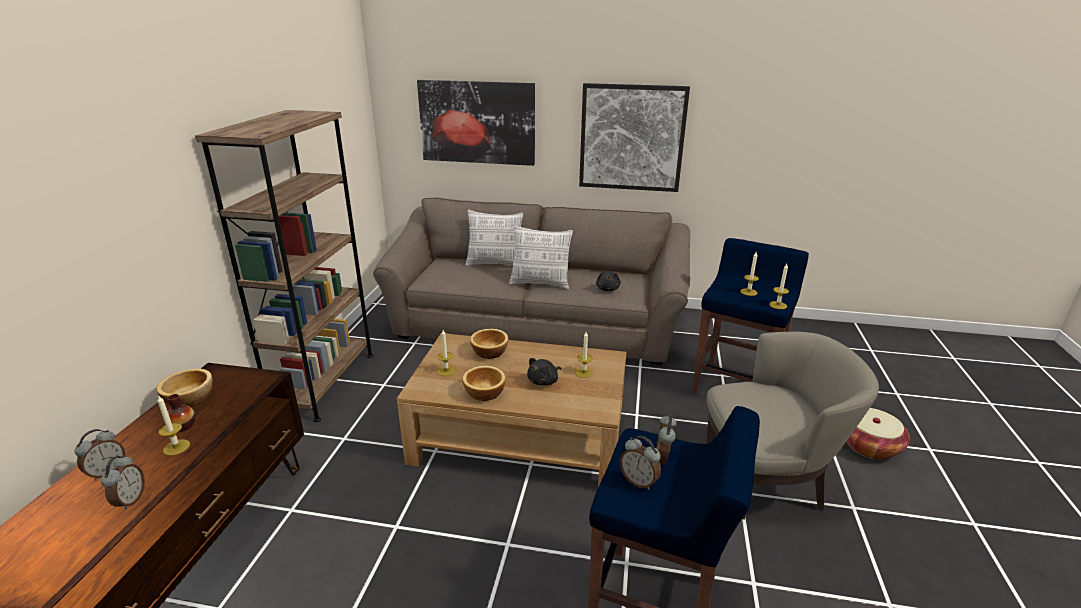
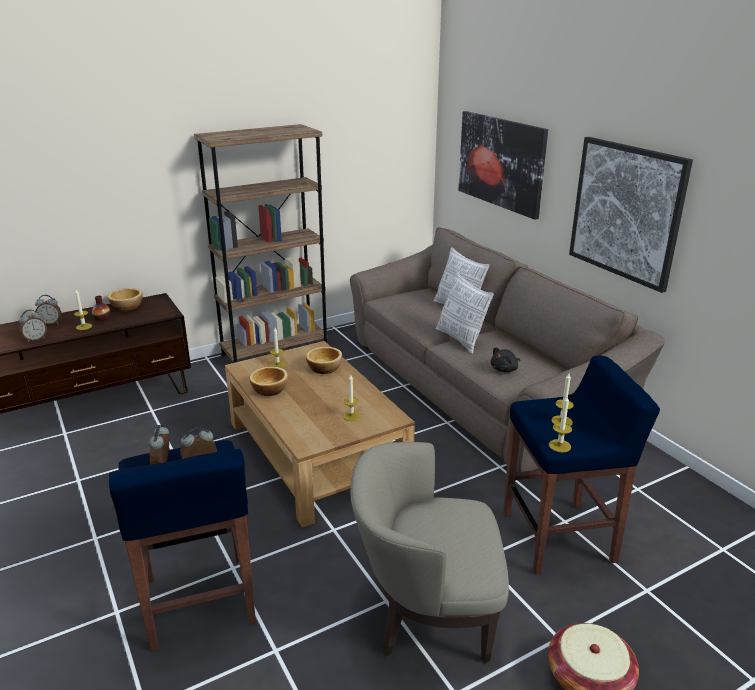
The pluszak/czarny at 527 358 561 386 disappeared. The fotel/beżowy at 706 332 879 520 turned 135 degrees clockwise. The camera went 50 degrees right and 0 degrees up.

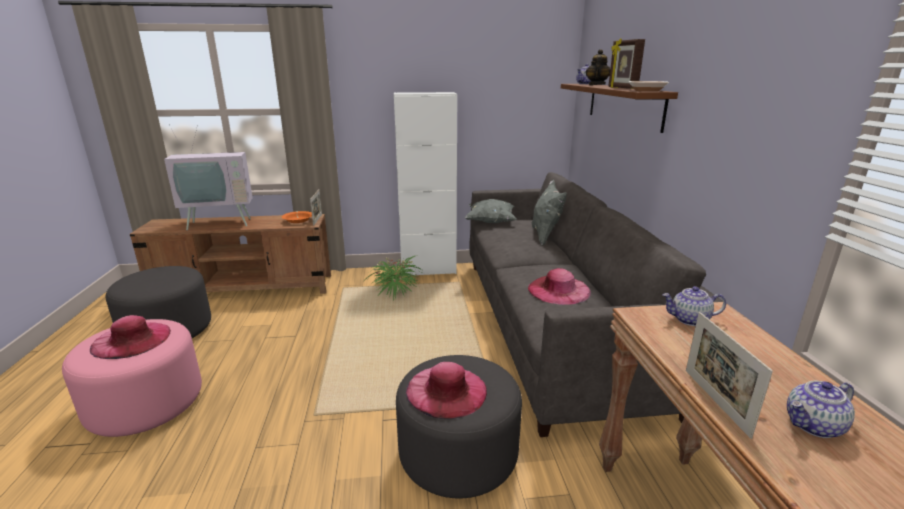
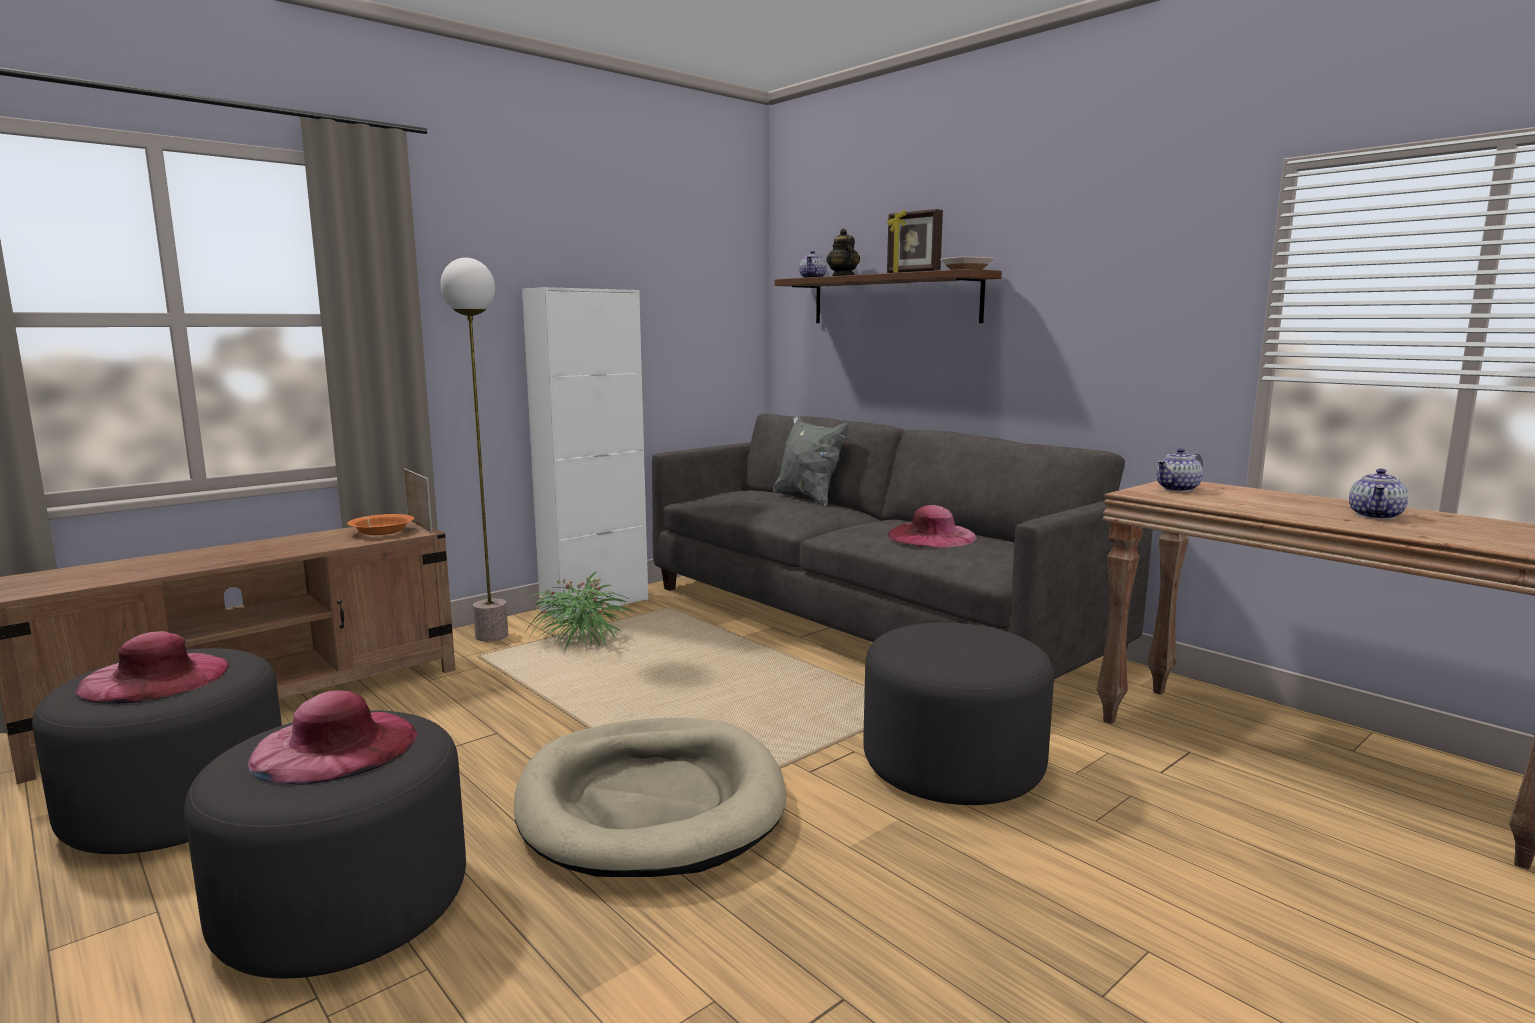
The pufa/różowy at 62 319 202 437 became the pufa/szary at 184 710 466 978. The telewizor at 164 124 253 230 disappeared. The kapelusz/różowy moved from 406 362 487 419 to 75 631 229 704. The poduszka/szary at 464 199 517 223 disappeared. The ramka na zdjęcie at 686 312 773 439 disappeared. The lampa stojąca at 441 258 508 642 appeared. The legowisko/beżowy at 514 718 786 877 appeared. The camera went 35 degrees left and 10 degrees down.

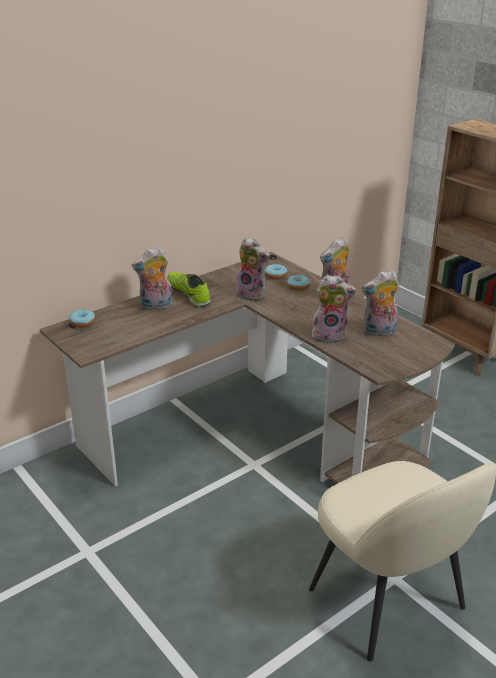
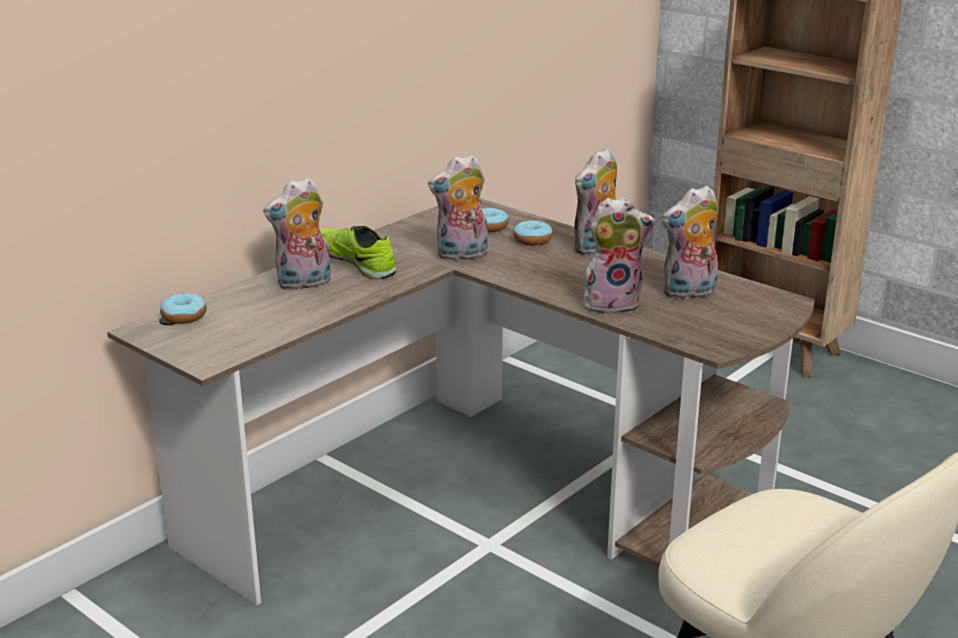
The pluszak at 236 237 270 301 turned 135 degrees clockwise. The camera went 10 degrees left and 5 degrees down.

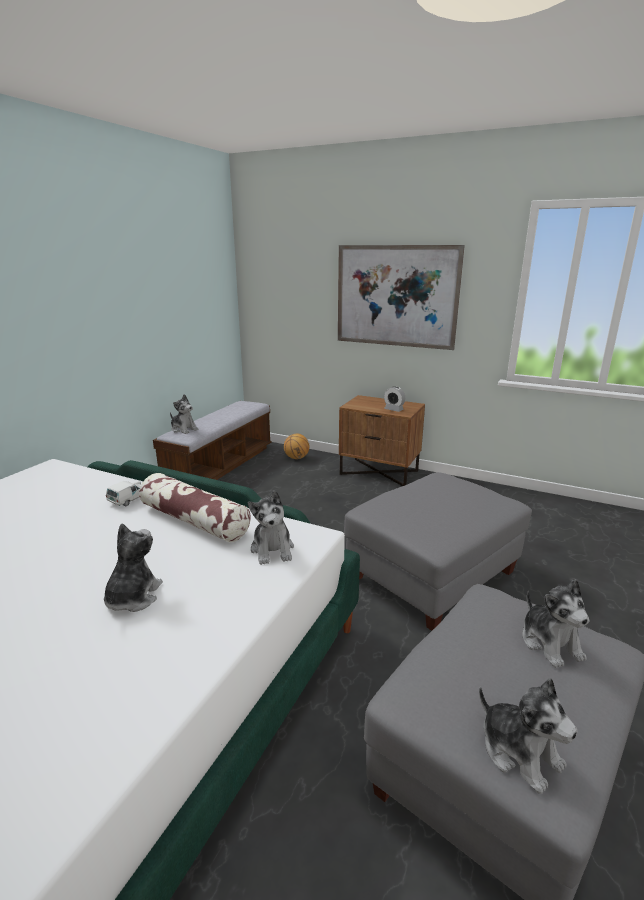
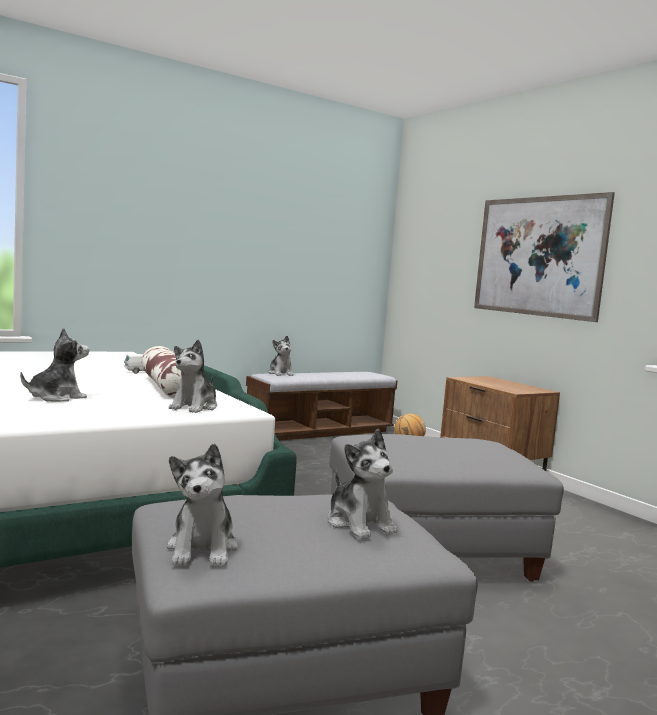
The budzik at 384 386 405 412 disappeared. The pluszak at 522 579 589 668 turned 45 degrees counterclockwise. The camera went 30 degrees right and 15 degrees down.

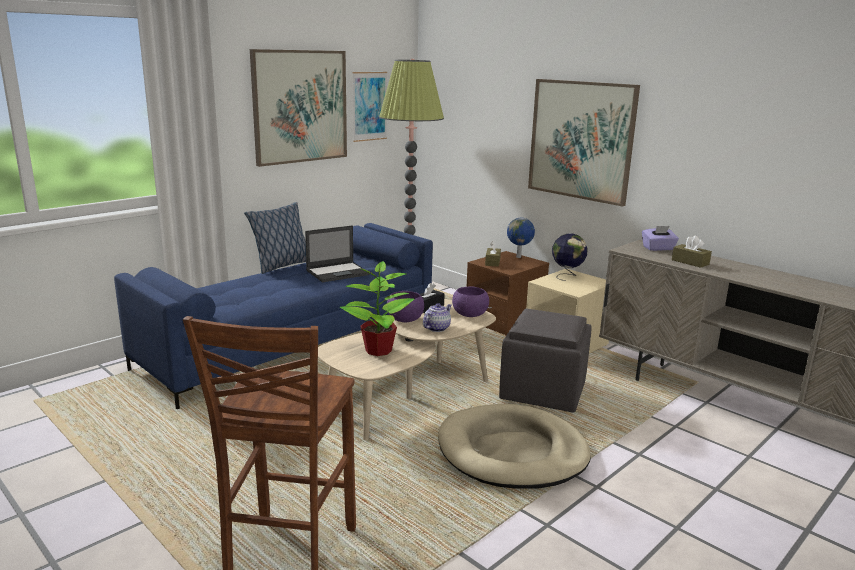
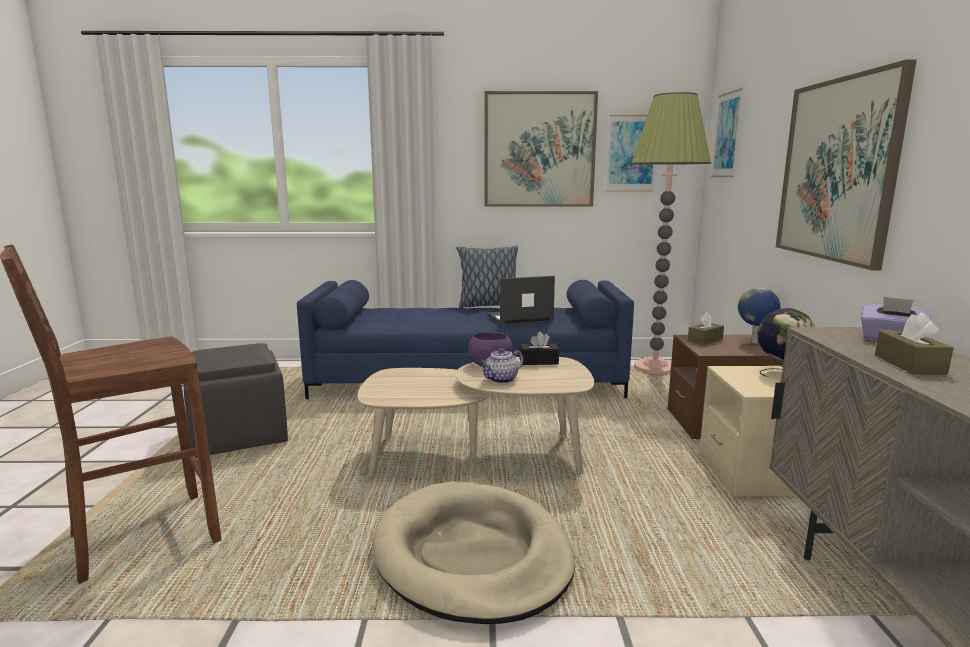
The laptop at 305 225 370 282 turned 150 degrees clockwise. The roślina doniczkowa at 340 261 414 356 disappeared. The imbryk at 423 303 452 332 turned 150 degrees clockwise. The miska/fioletowy at 452 286 489 317 disappeared. The pufa/szary moved from 499 309 592 413 to 184 343 288 458. The obraz at 711 88 743 177 appeared. The camera went 45 degrees right and 5 degrees down.

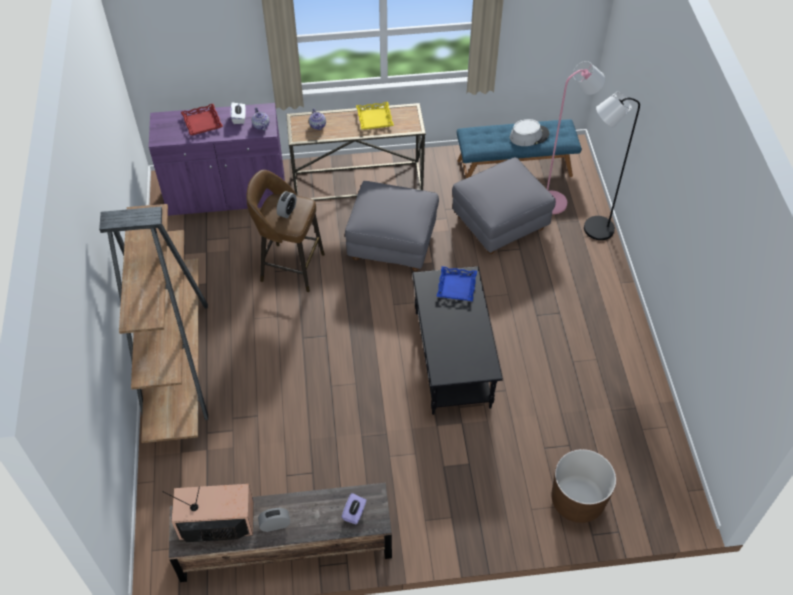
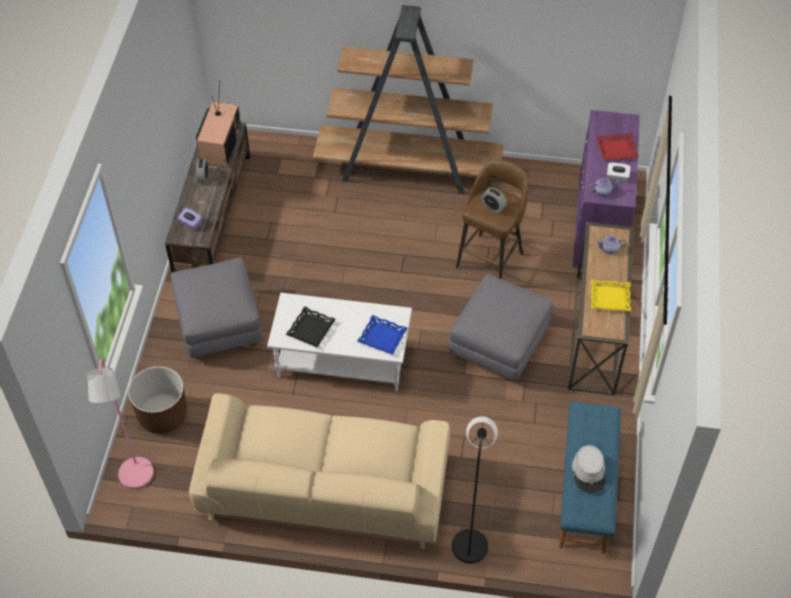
The ława/czarny at 412 266 503 415 became the ława/biały at 267 293 412 392. The pufa/szary moved from 452 157 556 254 to 171 258 262 359. The lampa stojąca/różowy moved from 547 61 605 214 to 87 358 154 489. The kanapa/beżowy at 189 393 450 548 appeared. The taca/czarny at 286 306 336 348 appeared. The camera went 105 degrees right and 0 degrees up.

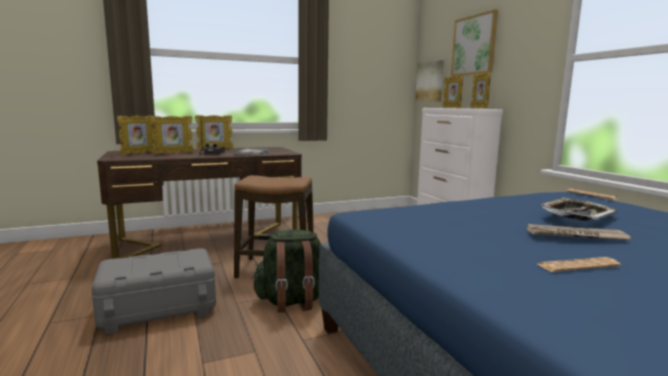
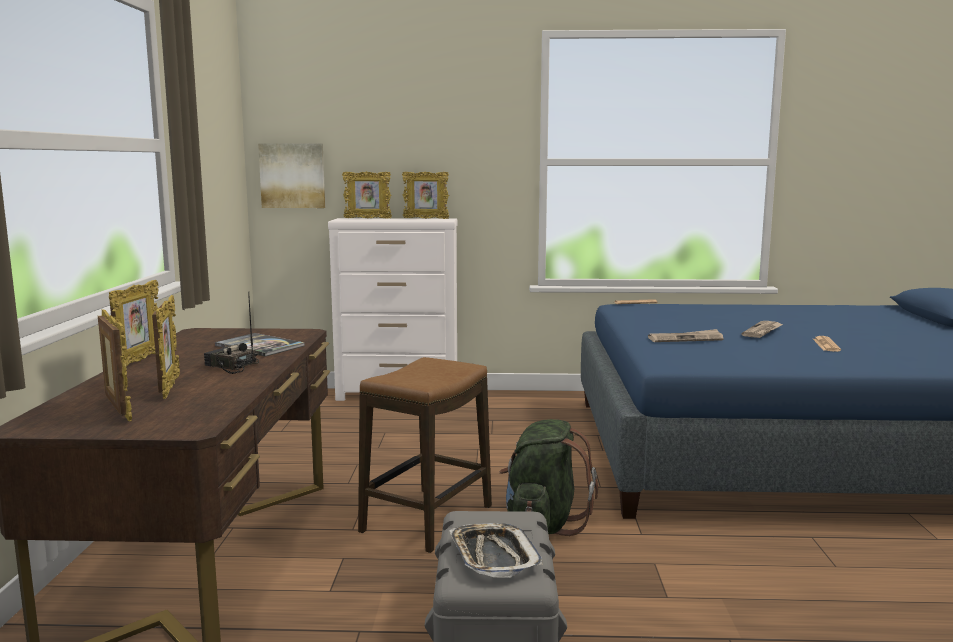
The obraz at 451 9 498 76 disappeared. The taca moved from 541 197 617 221 to 449 523 543 578. The gazeta at 648 329 723 342 appeared. The camera went 65 degrees left and 0 degrees up.

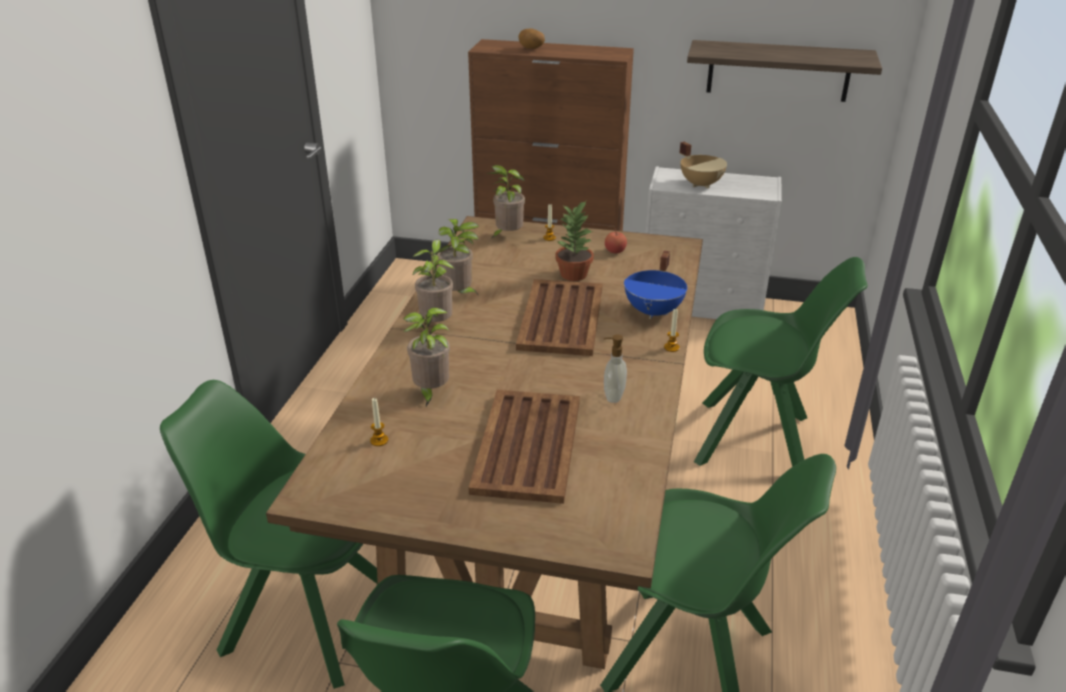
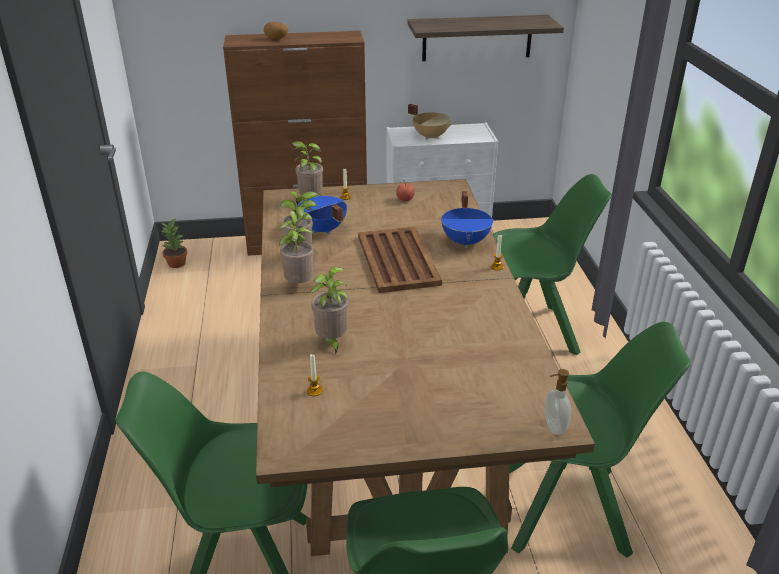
The taca/brązowy at 469 390 580 504 disappeared. The roślina doniczkowa moved from 555 201 594 281 to 162 217 187 268. The dozownik mydła moved from 604 334 627 403 to 544 369 571 435. The garnek/niebieski at 298 196 347 234 appeared. The camera went 20 degrees left and 0 degrees up.

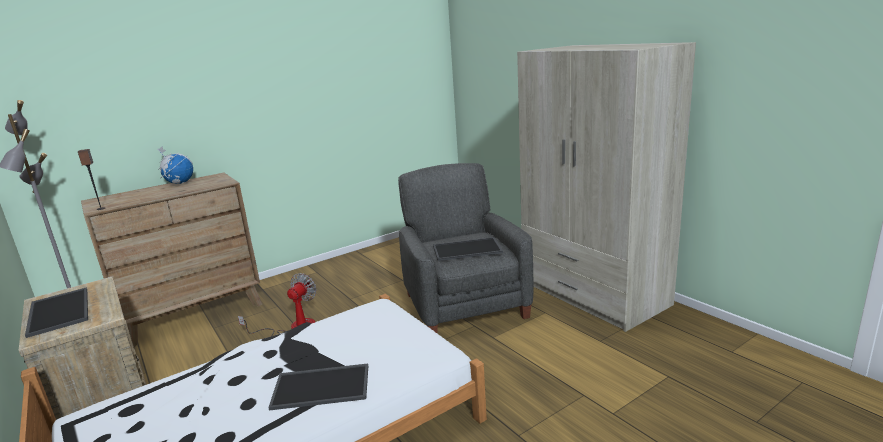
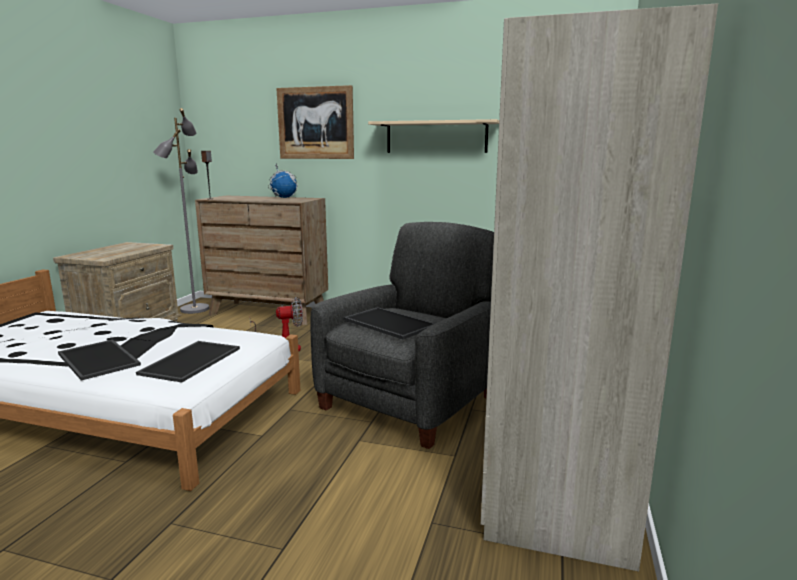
The taca moved from 25 287 88 338 to 136 341 240 382. The obraz at 276 85 354 159 appeared. The półka/beżowy at 368 119 499 153 appeared. The camera went 50 degrees right and 5 degrees down.

